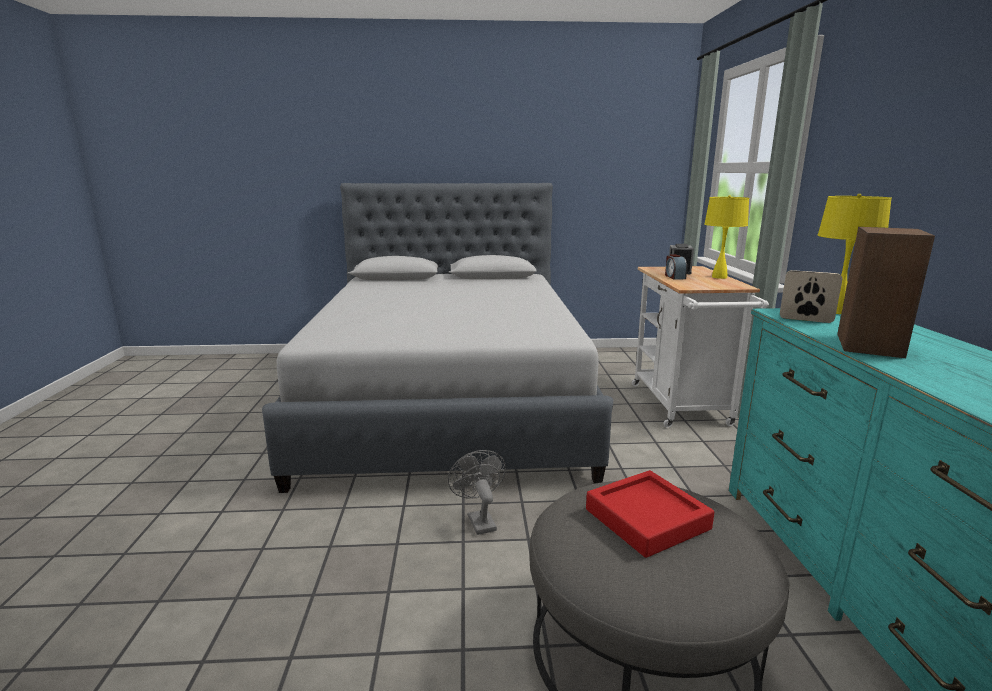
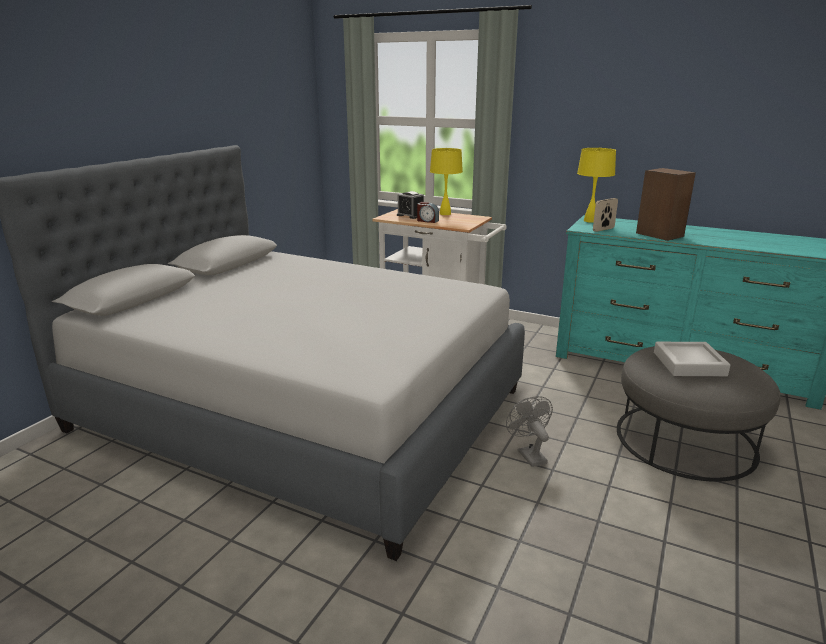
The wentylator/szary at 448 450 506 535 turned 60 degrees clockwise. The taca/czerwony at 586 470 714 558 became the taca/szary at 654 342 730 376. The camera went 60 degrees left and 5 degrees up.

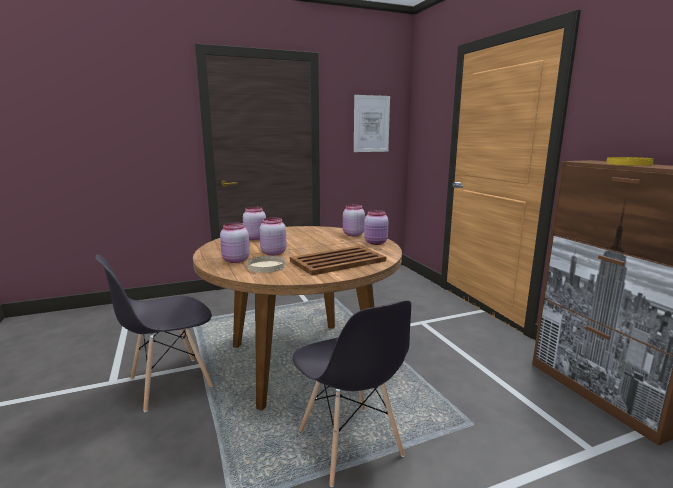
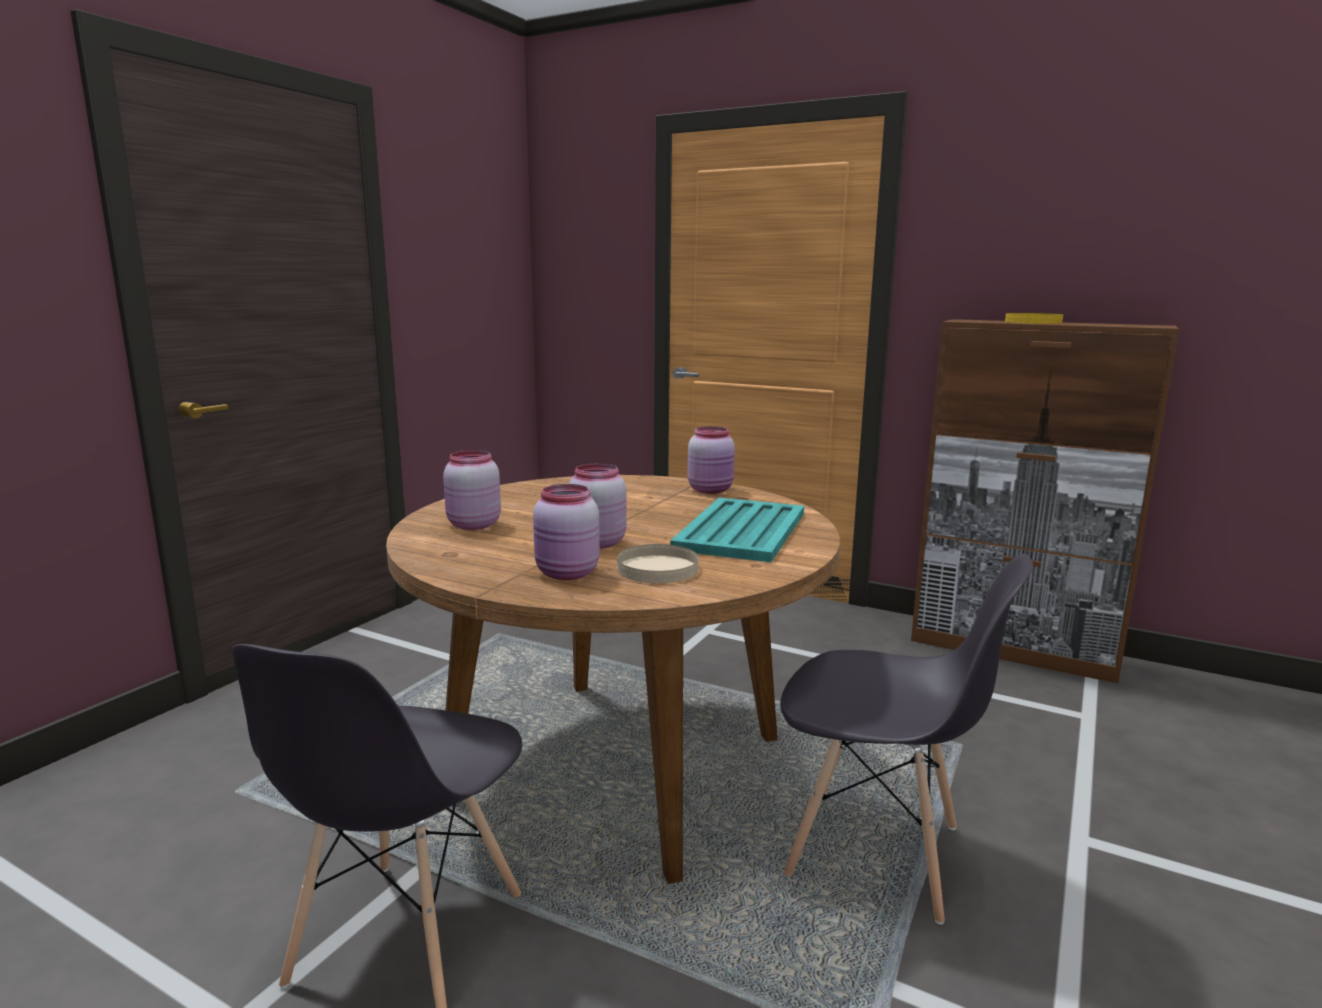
The taca/brązowy at 290 246 386 276 became the taca/turkusowy at 670 498 804 562. The słoik/różowy at 343 204 365 236 disappeared. The obraz at 354 95 390 152 disappeared. The camera went 40 degrees left and 0 degrees up.

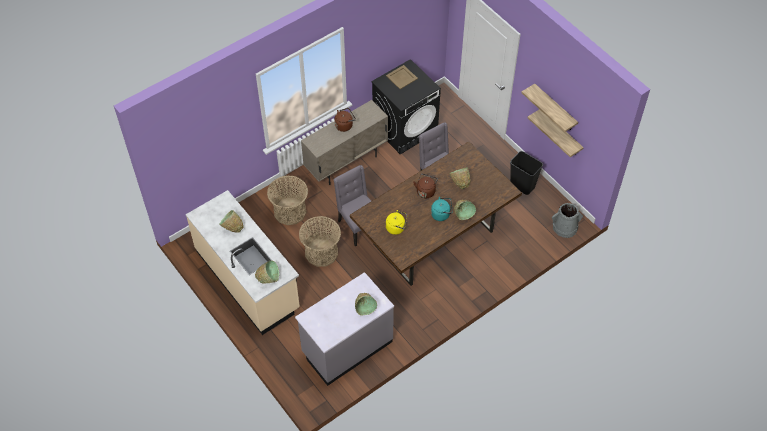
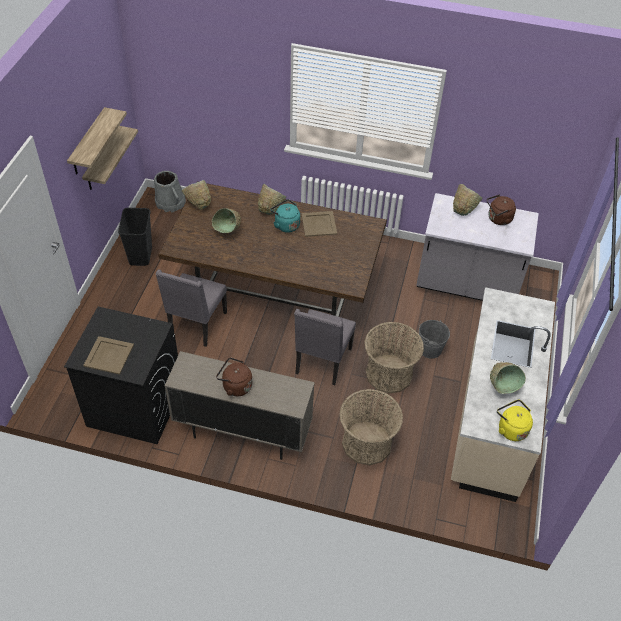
The miska/zielony moved from 255 261 279 283 to 181 180 211 210. The czajnik/żółty moved from 386 210 407 235 to 497 399 533 441. The czajnik/brązowy moved from 413 173 438 198 to 487 194 516 225. The taca/beżowy at 301 211 337 237 appeared. The wiadro/szary at 419 320 450 359 appeared. The camera went 130 degrees left and 5 degrees down.

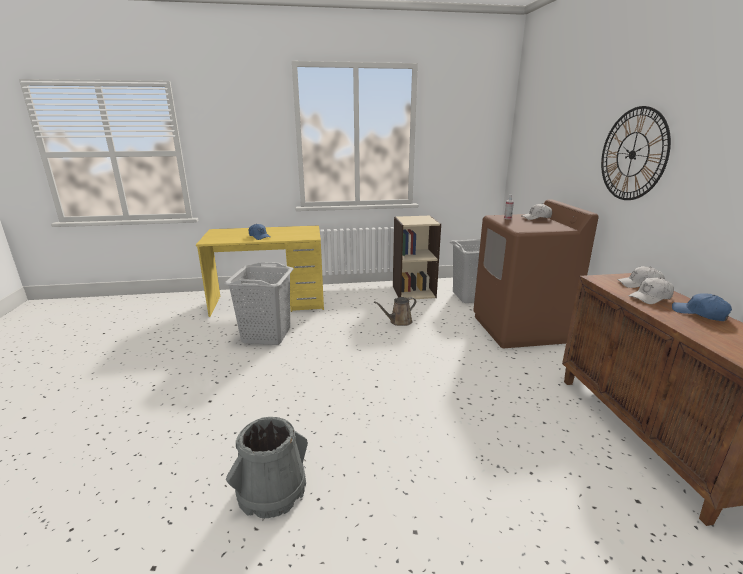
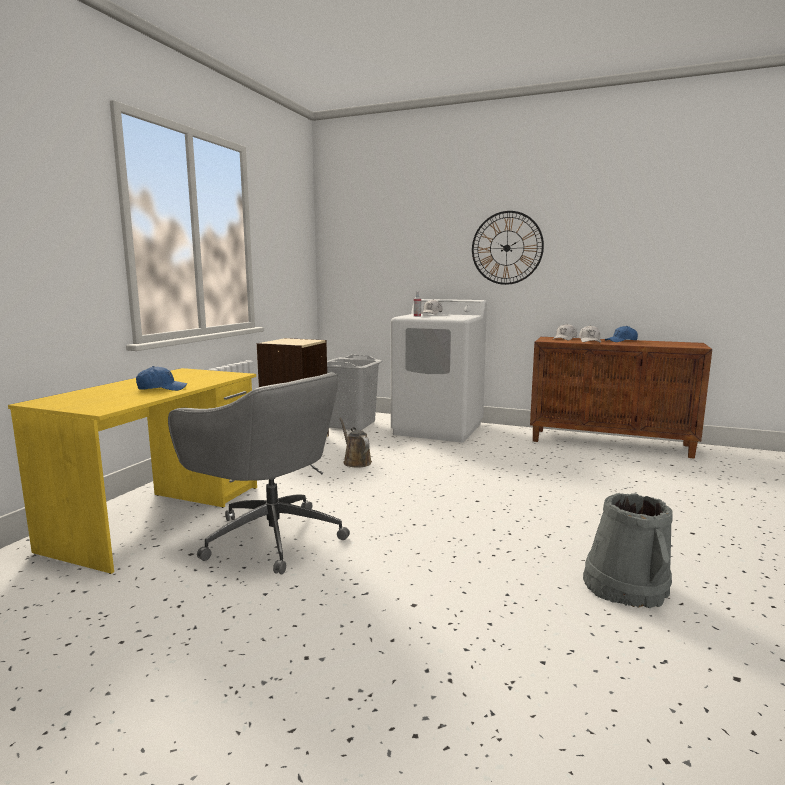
The kosz na pranie/szary at 224 262 294 345 was replaced by the krzesło biurowe/szary at 168 372 350 574. The konewka/brązowy at 374 297 416 326 turned 150 degrees clockwise. The pralka/brązowy at 473 199 599 348 became the pralka/biały at 391 299 487 443. The camera went 60 degrees left and 10 degrees down.

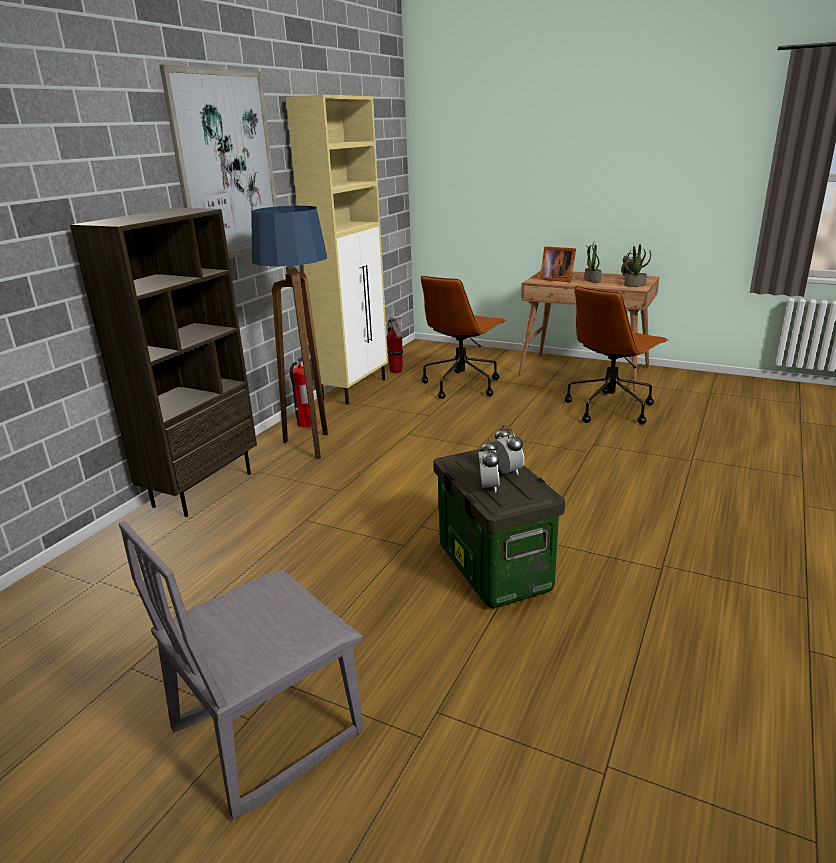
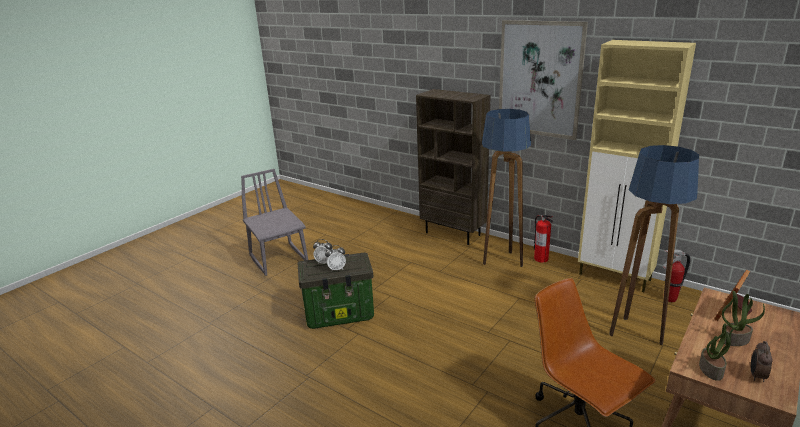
The krzesło biurowe/brązowy at 421 276 506 399 was replaced by the lampa stojąca at 609 145 699 345. The camera went 100 degrees right and 0 degrees up.

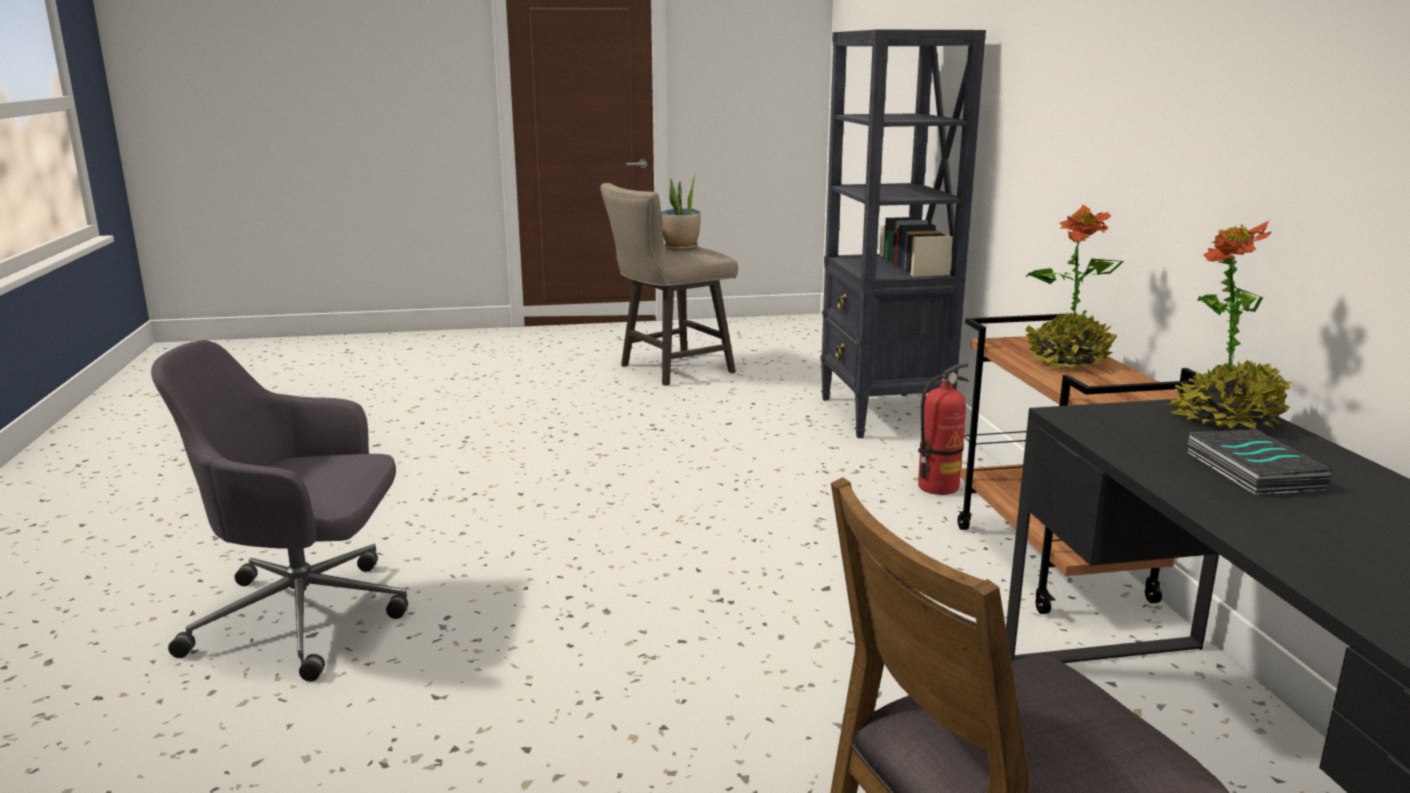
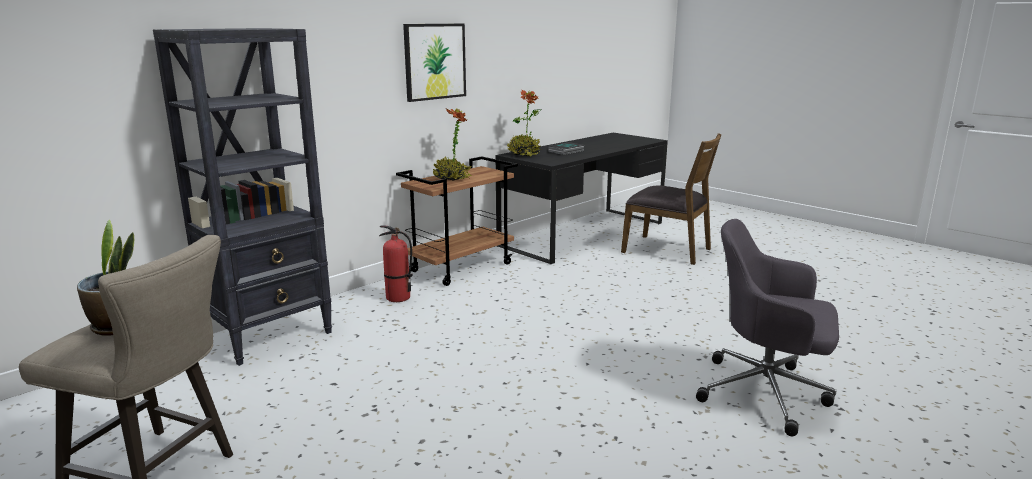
The krzesło biurowe/szary at 151 340 408 682 turned 150 degrees clockwise. The obraz at 403 24 466 102 appeared. The camera went 125 degrees left and 0 degrees up.

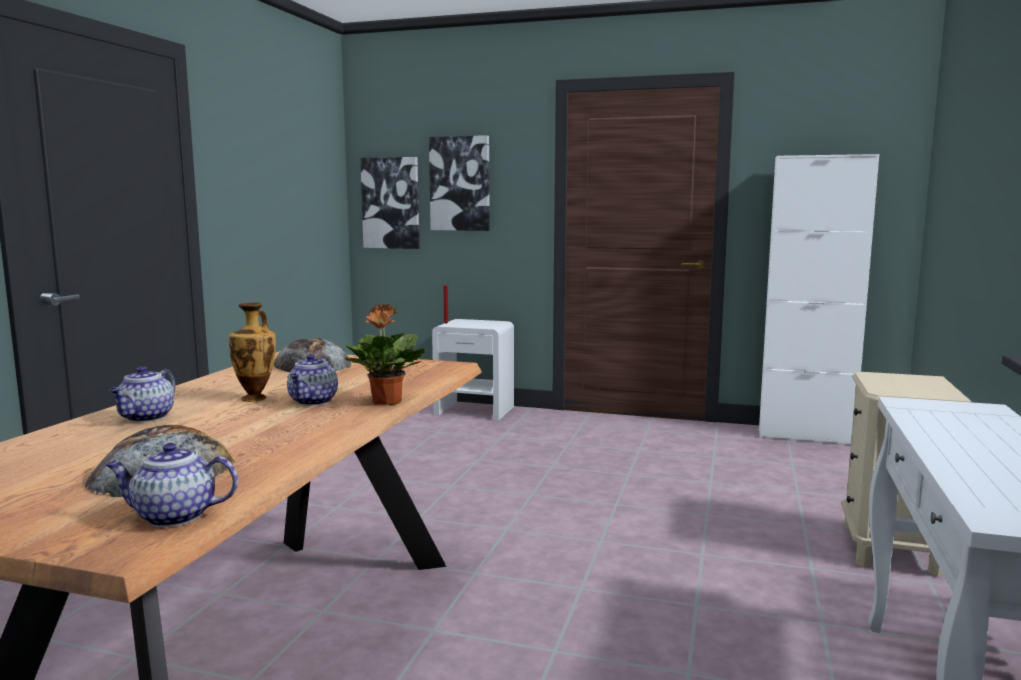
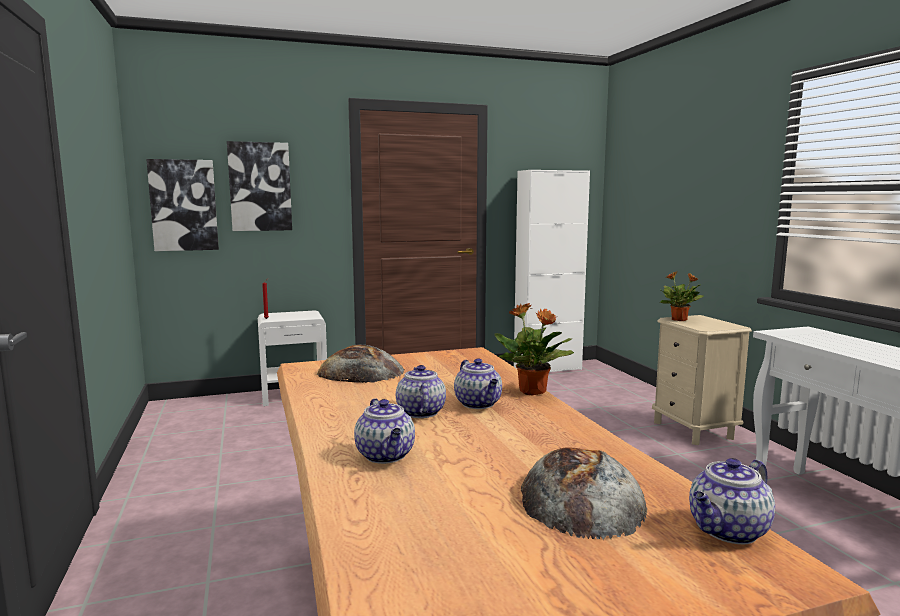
The wazon at 229 302 276 402 was replaced by the imbryk at 396 365 446 418. The roślina doniczkowa at 659 271 703 321 appeared. The camera went 35 degrees left and 0 degrees up.

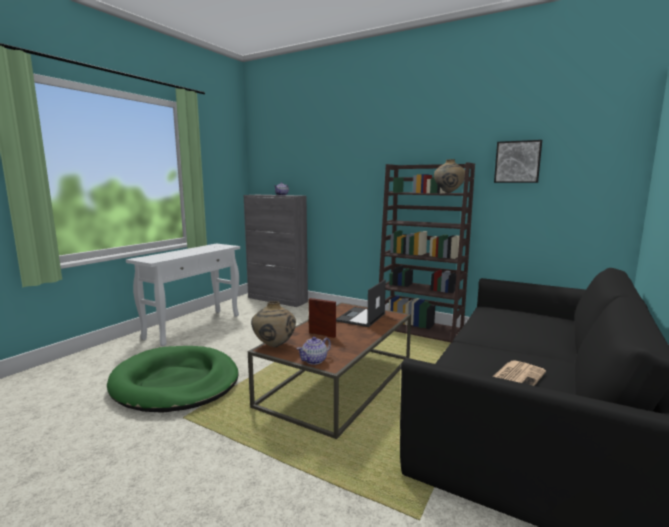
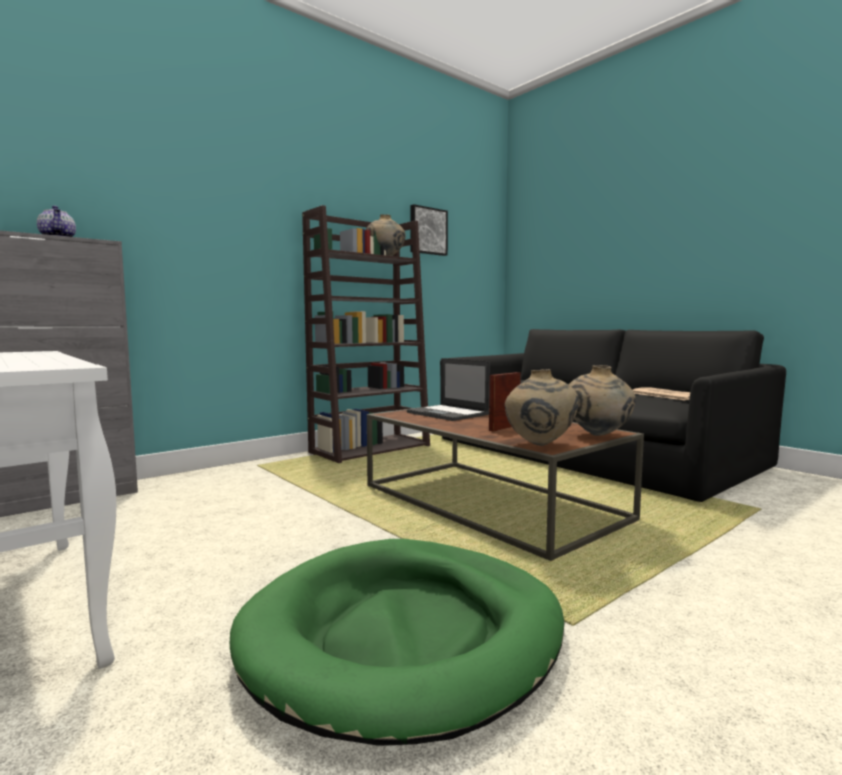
The imbryk at 297 337 331 365 was replaced by the wazon/beżowy at 569 365 636 436. The camera went 70 degrees left and 5 degrees down.

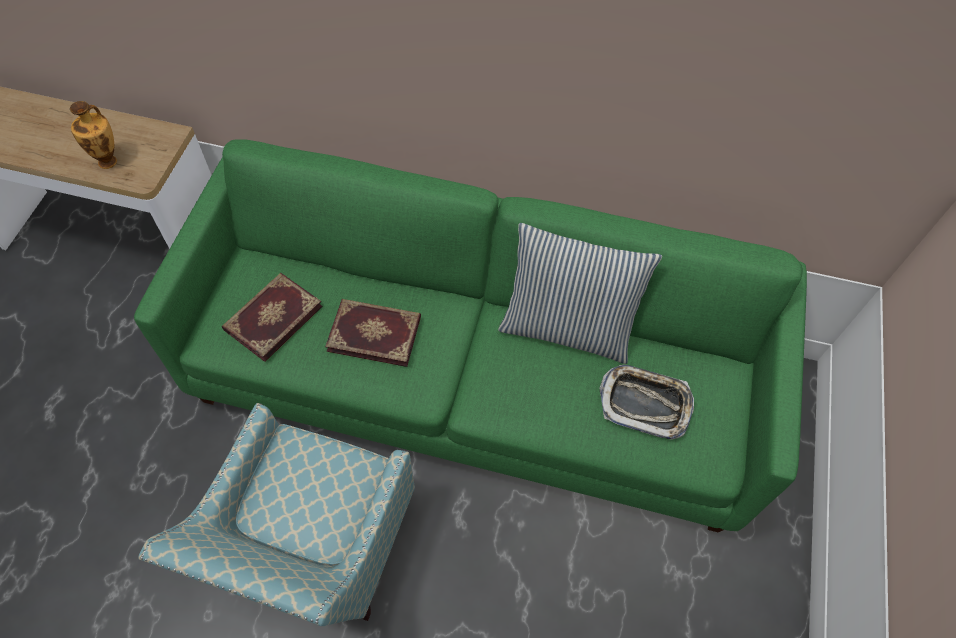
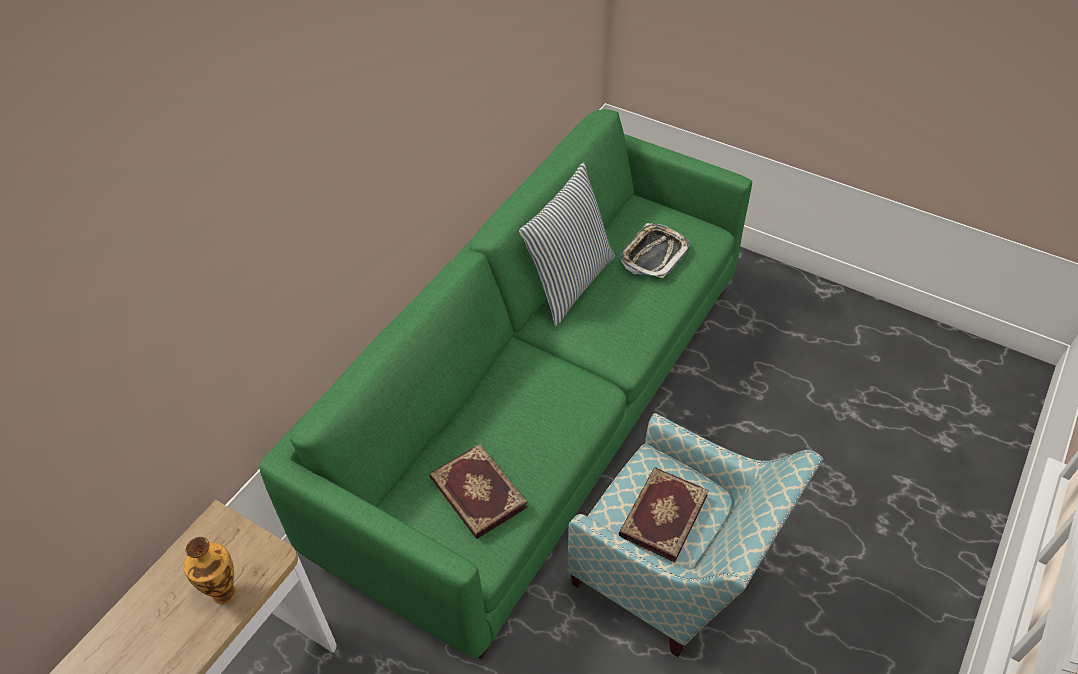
The książka moved from 325 299 421 367 to 618 468 709 562. The camera went 70 degrees left and 10 degrees down.

